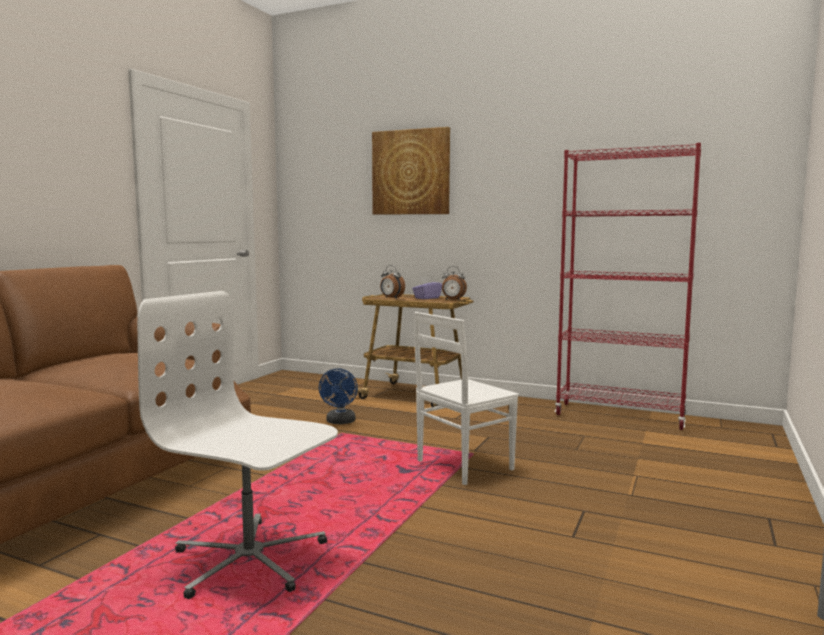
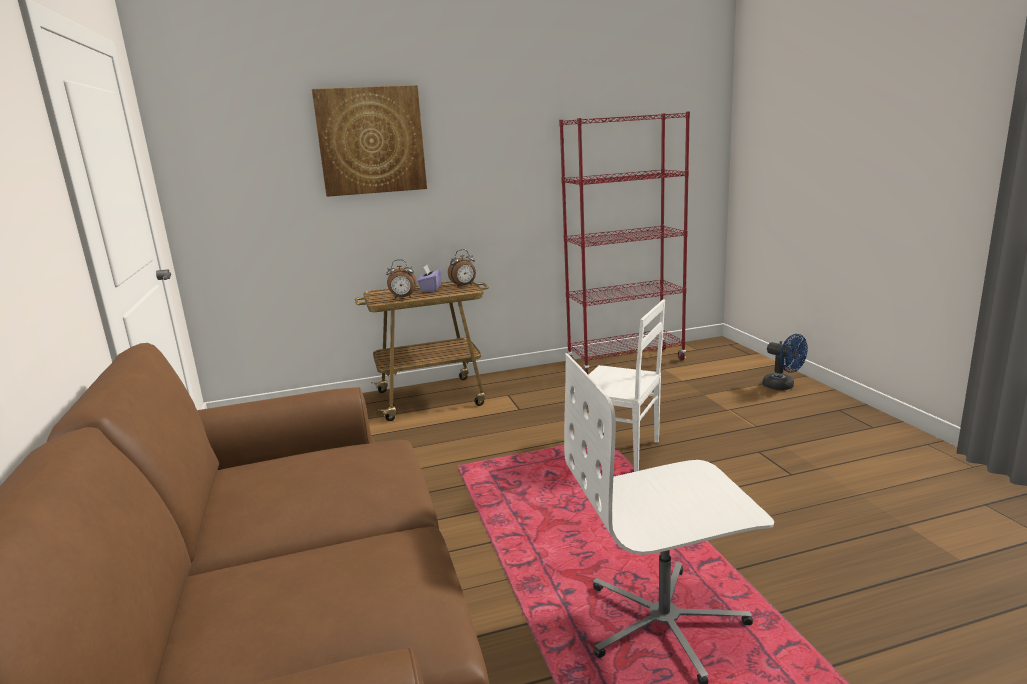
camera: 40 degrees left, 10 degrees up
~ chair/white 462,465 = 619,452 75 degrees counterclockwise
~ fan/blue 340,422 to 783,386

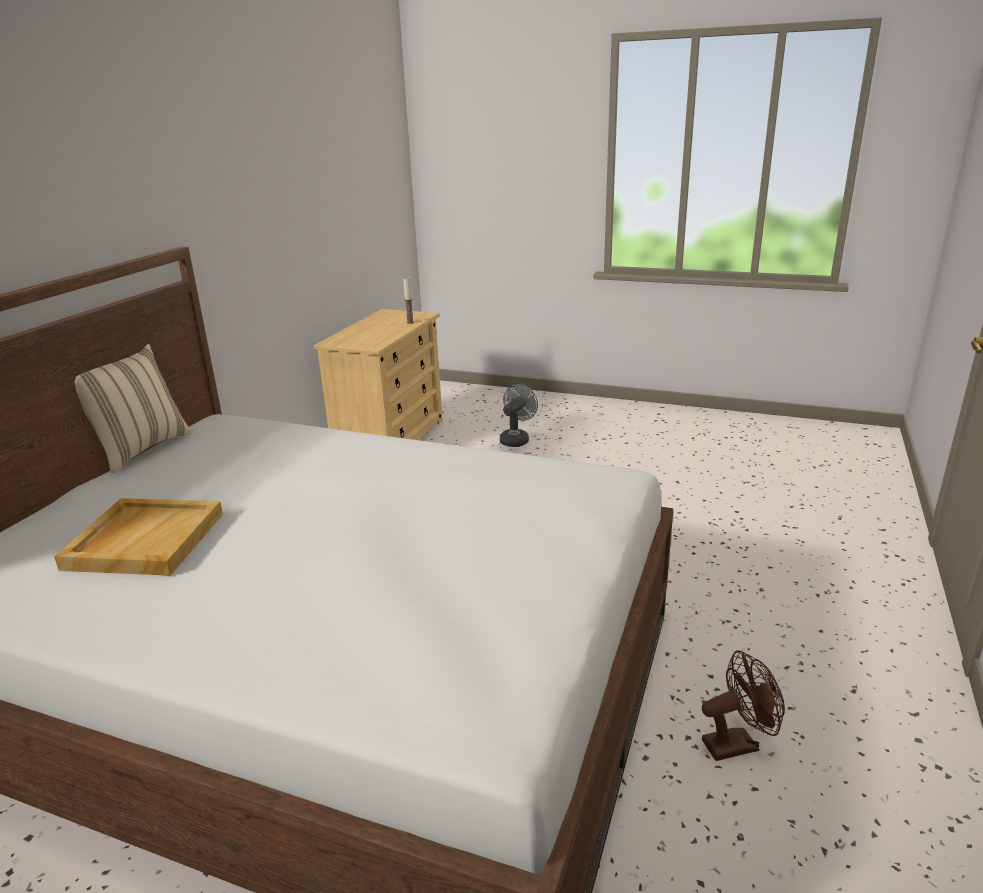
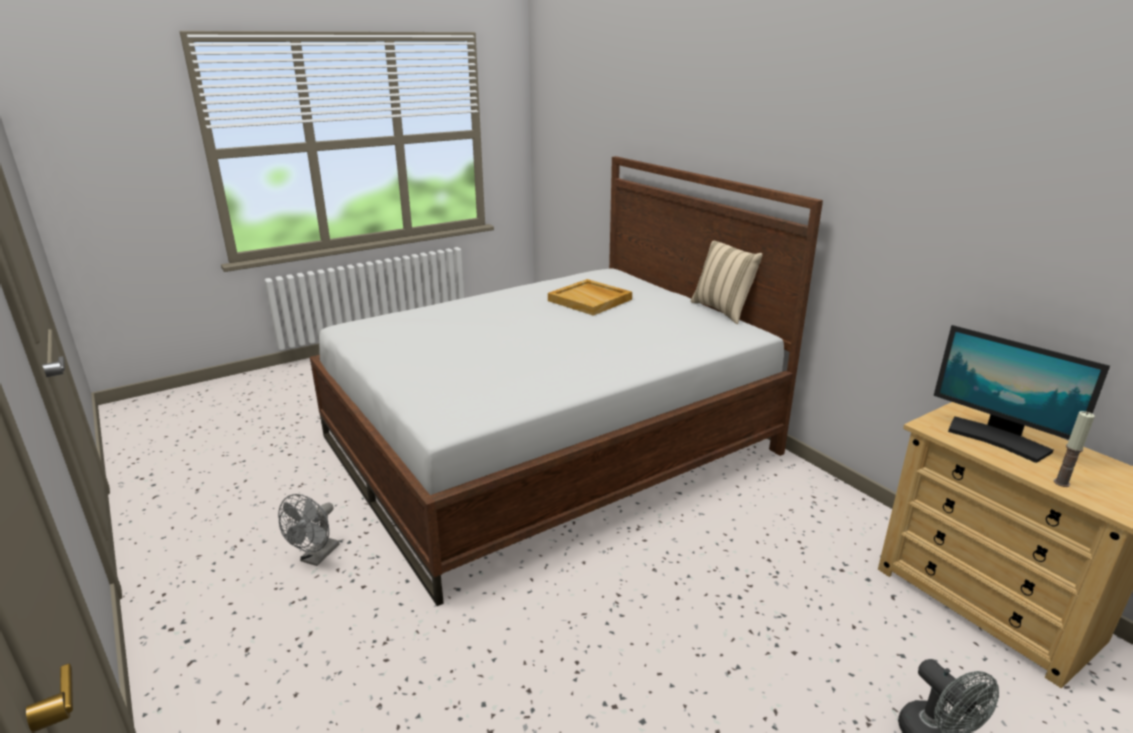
camera: 125 degrees right, 0 degrees up
~ fan/brown 737,743 to fan/grey 316,557
+ monitor 997,439

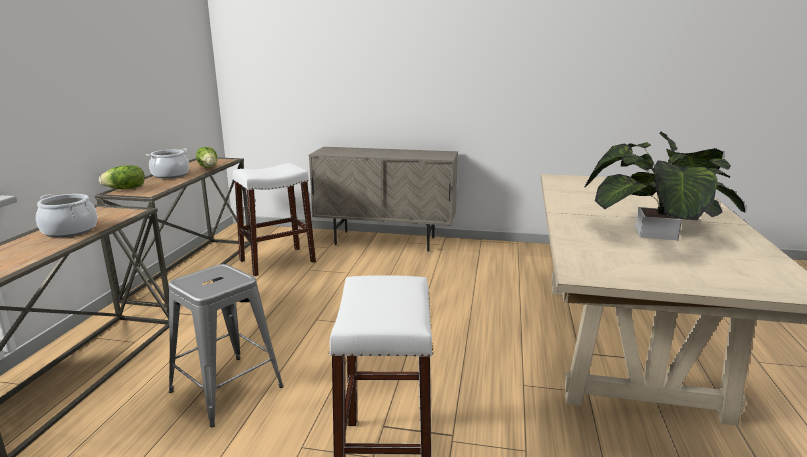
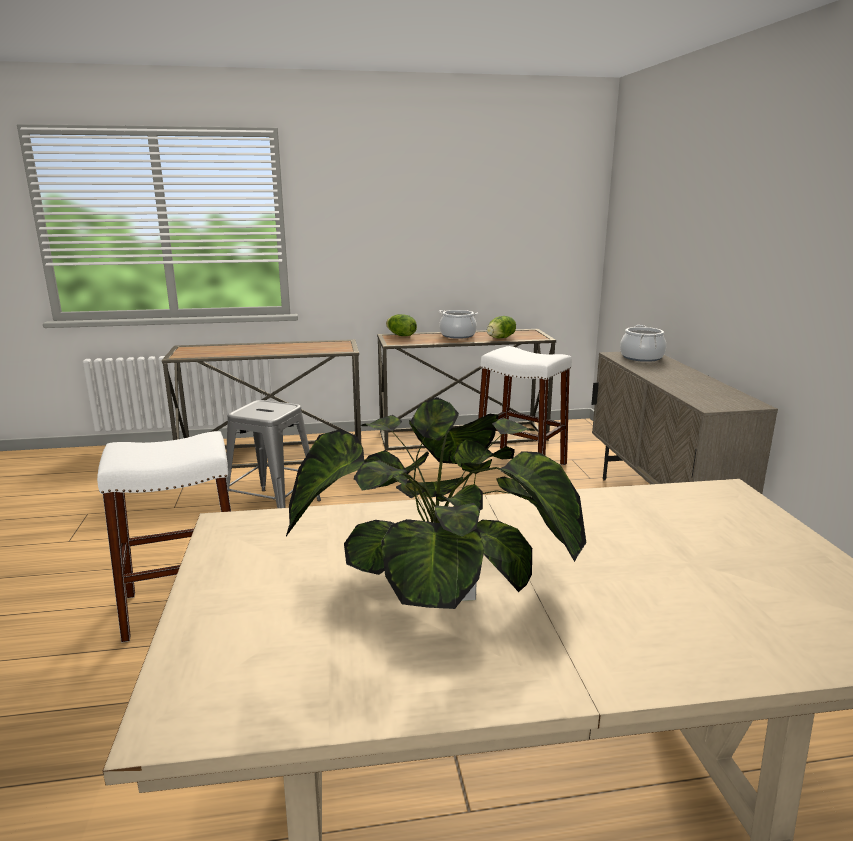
camera: 70 degrees right, 0 degrees up
~ cooking pot 70,230 to 641,357

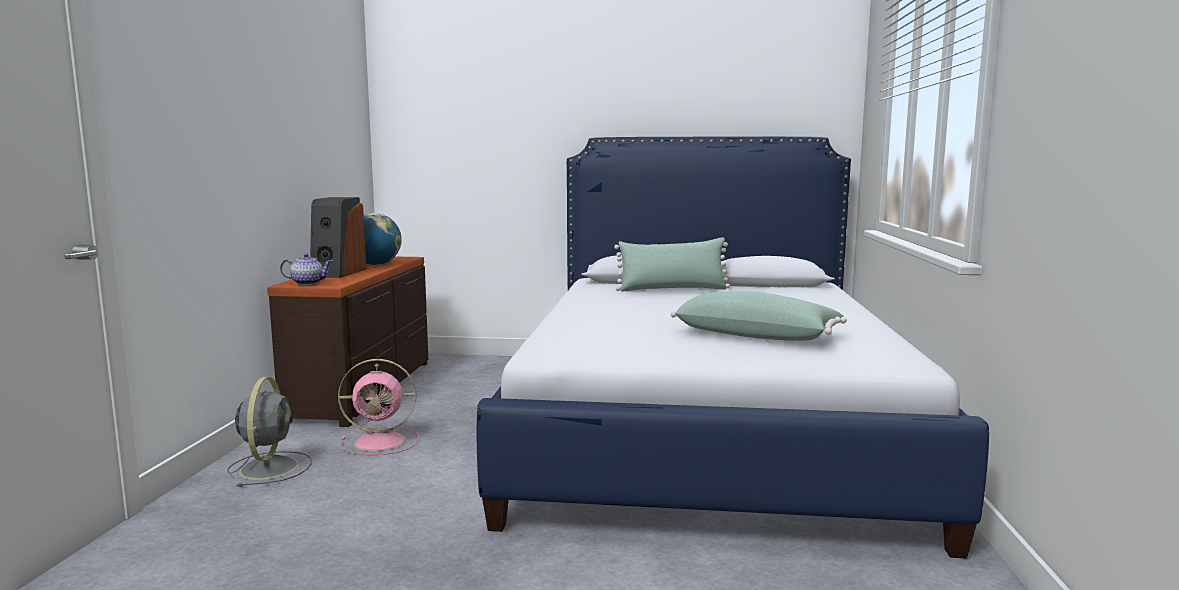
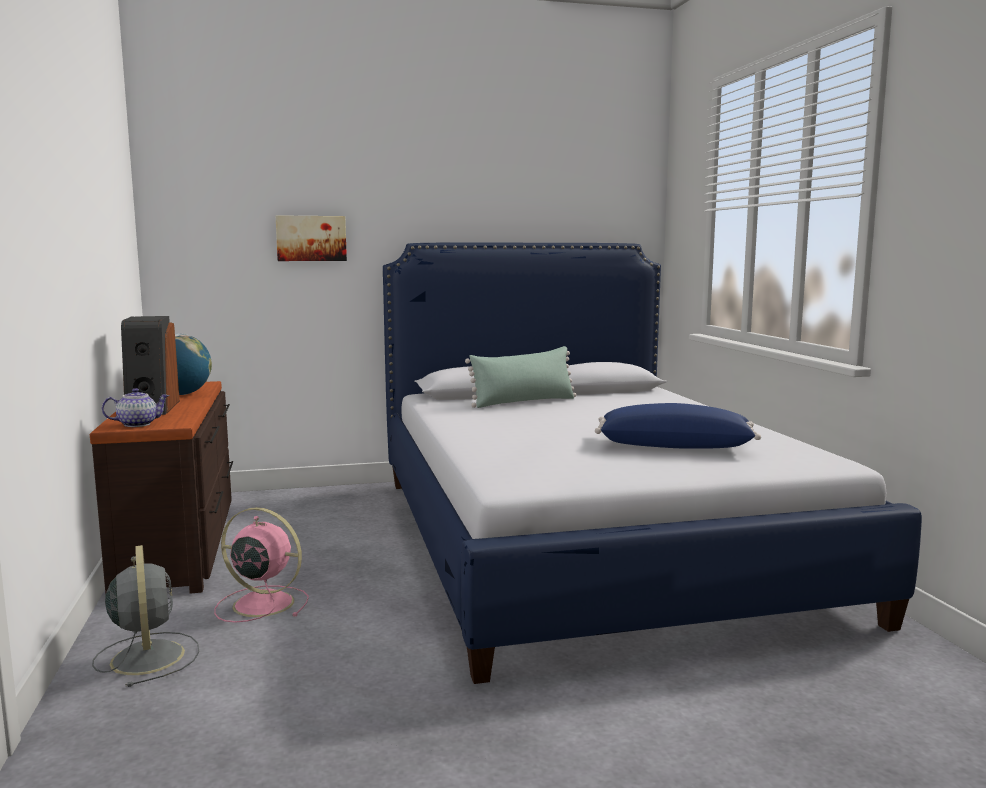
camera: 20 degrees left, 0 degrees up
~ fan/pink 382,441 = 261,604 135 degrees counterclockwise
+ picture 311,238
~ pillow/green 756,336 to pillow/blue 674,446

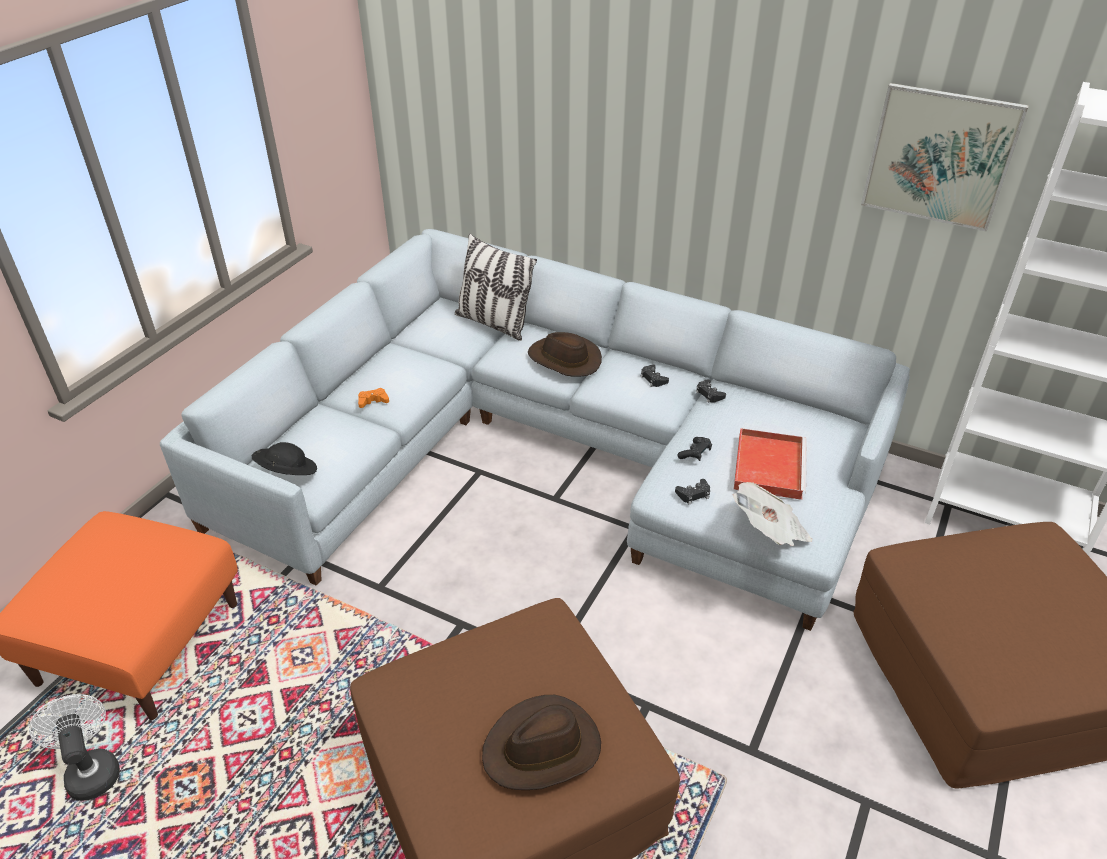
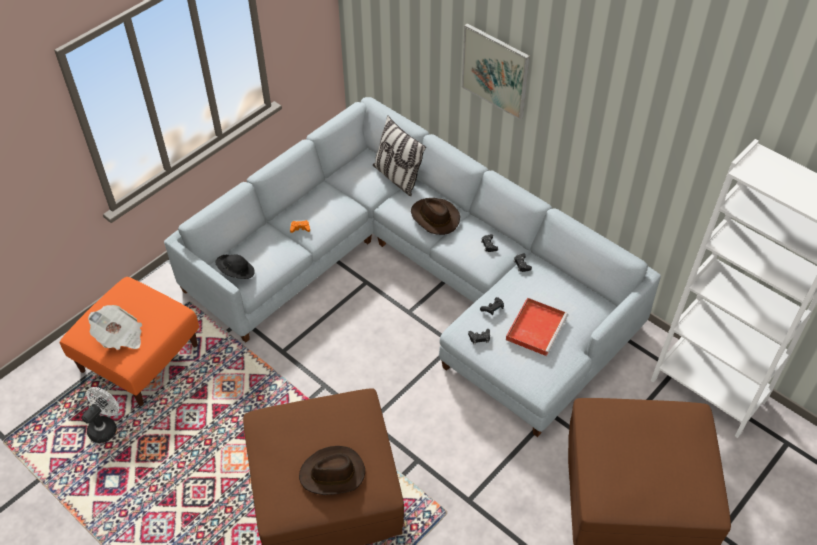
camera: 15 degrees right, 10 degrees up
~ fan/white 91,769 = 105,427 45 degrees clockwise
~ newspaper 769,531 to 120,337
~ picture 939,157 to 495,71

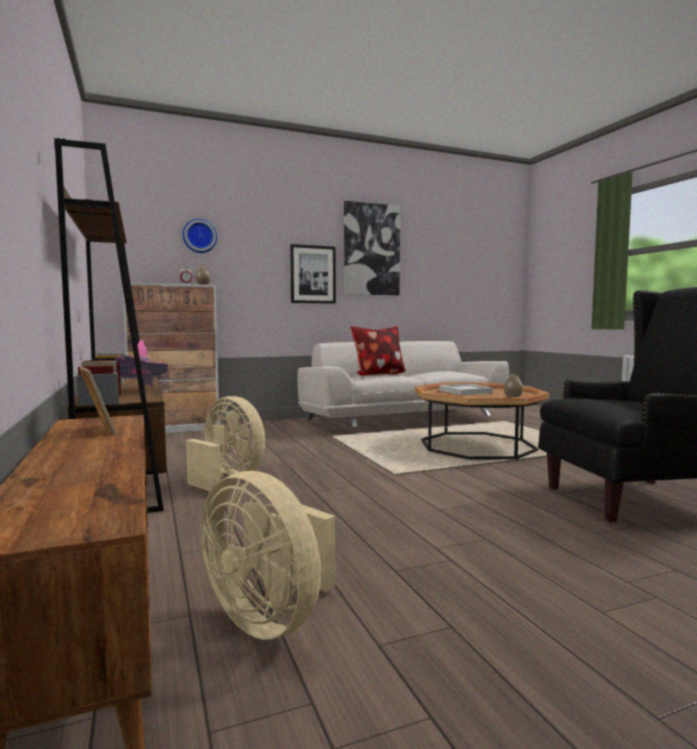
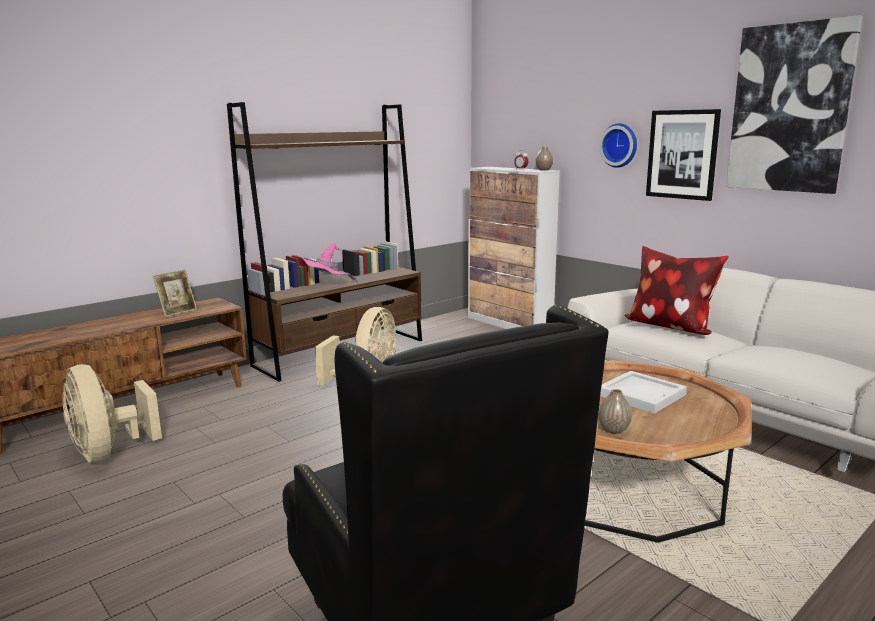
camera: 70 degrees right, 10 degrees up
~ fan/beige 270,618 = 108,453 60 degrees counterclockwise
~ wall clock 199,236 to 620,145

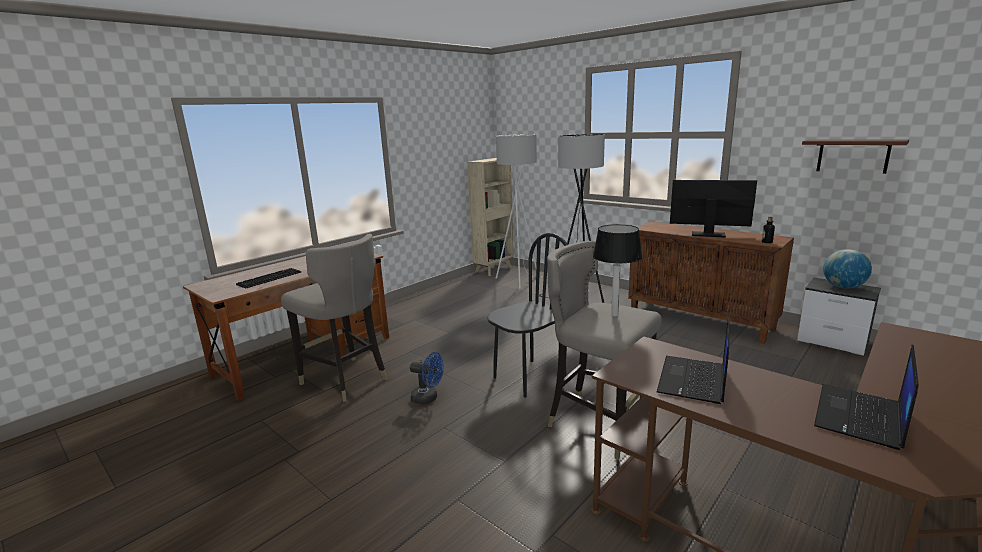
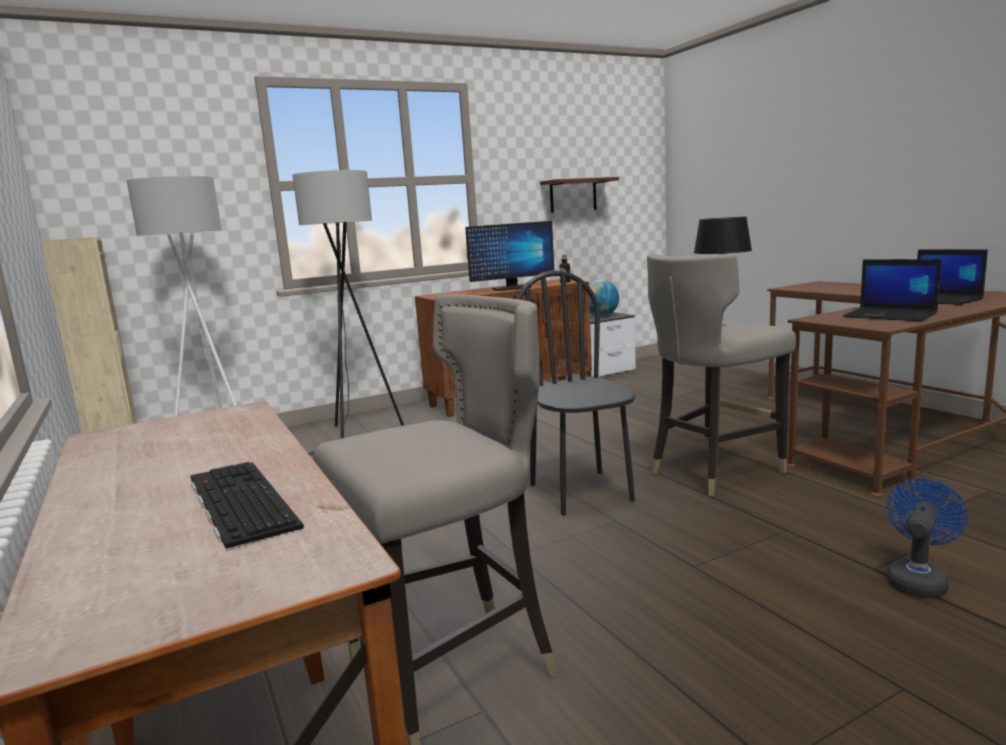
camera: 70 degrees left, 5 degrees down
~ monitor 708,234 = 511,288 150 degrees counterclockwise
~ fan/blue 428,398 to 918,579

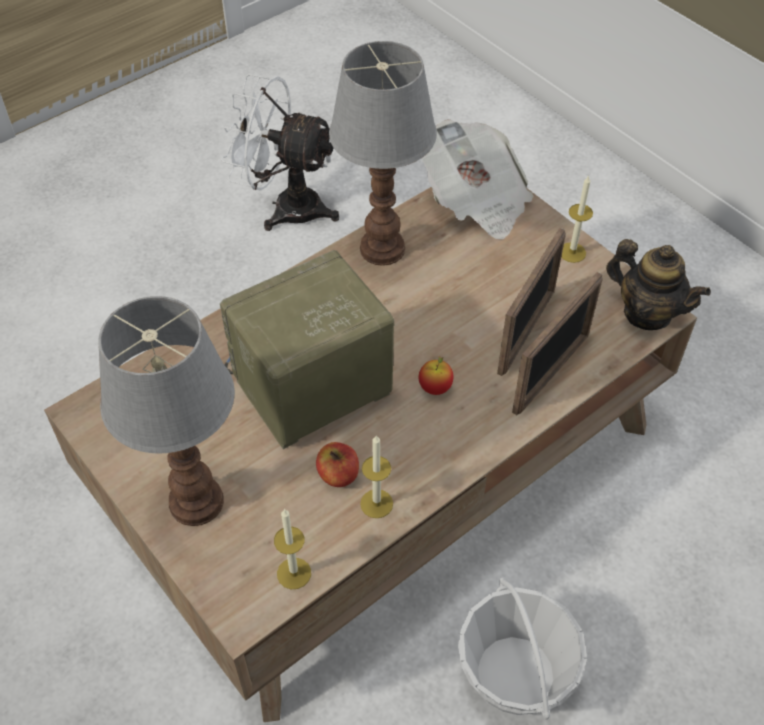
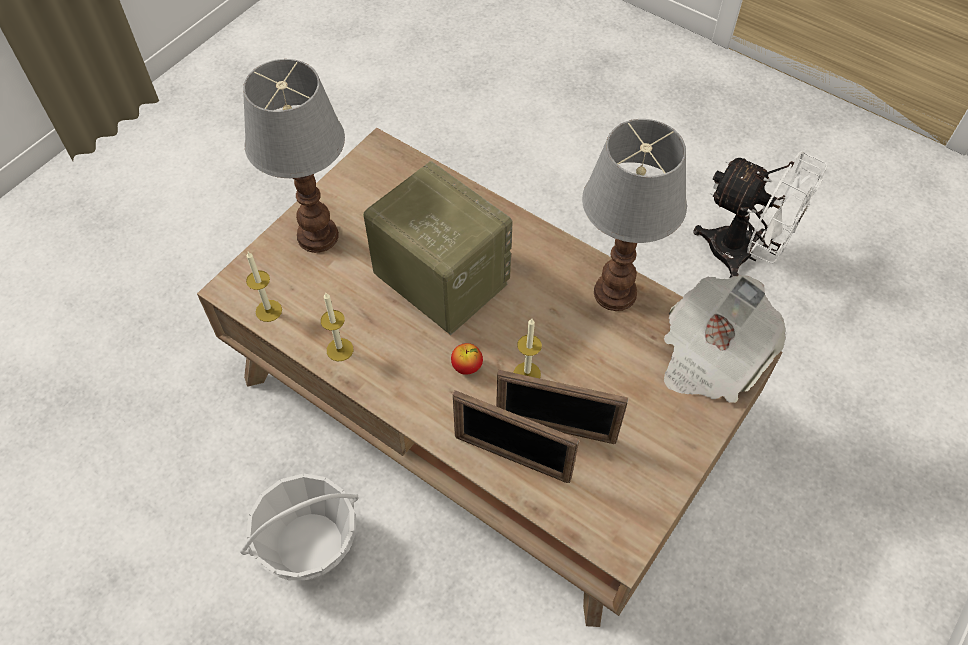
camera: 75 degrees right, 5 degrees up
~ candle 572,252 to 527,374
~ fan/white 286,206 = 742,255 120 degrees clockwise
- apple 338,475
- teapot 647,313

